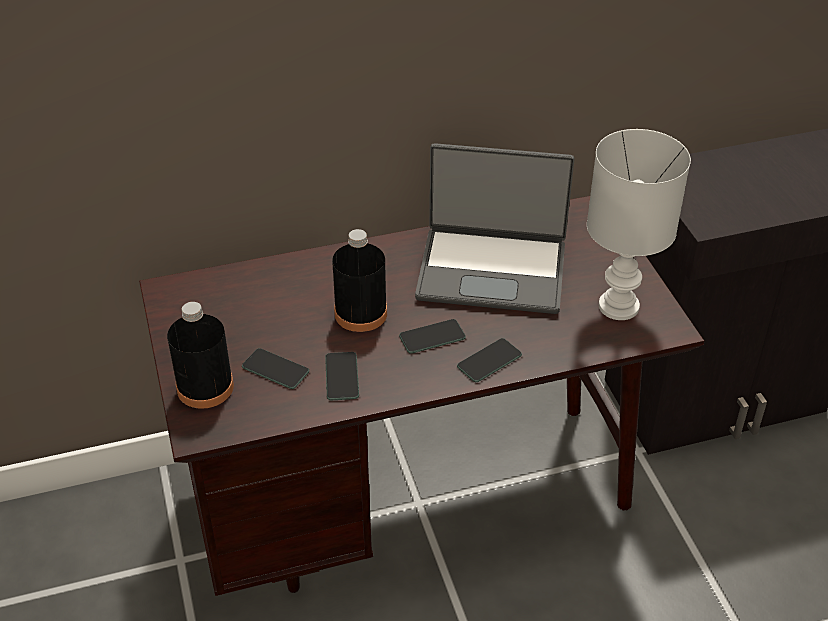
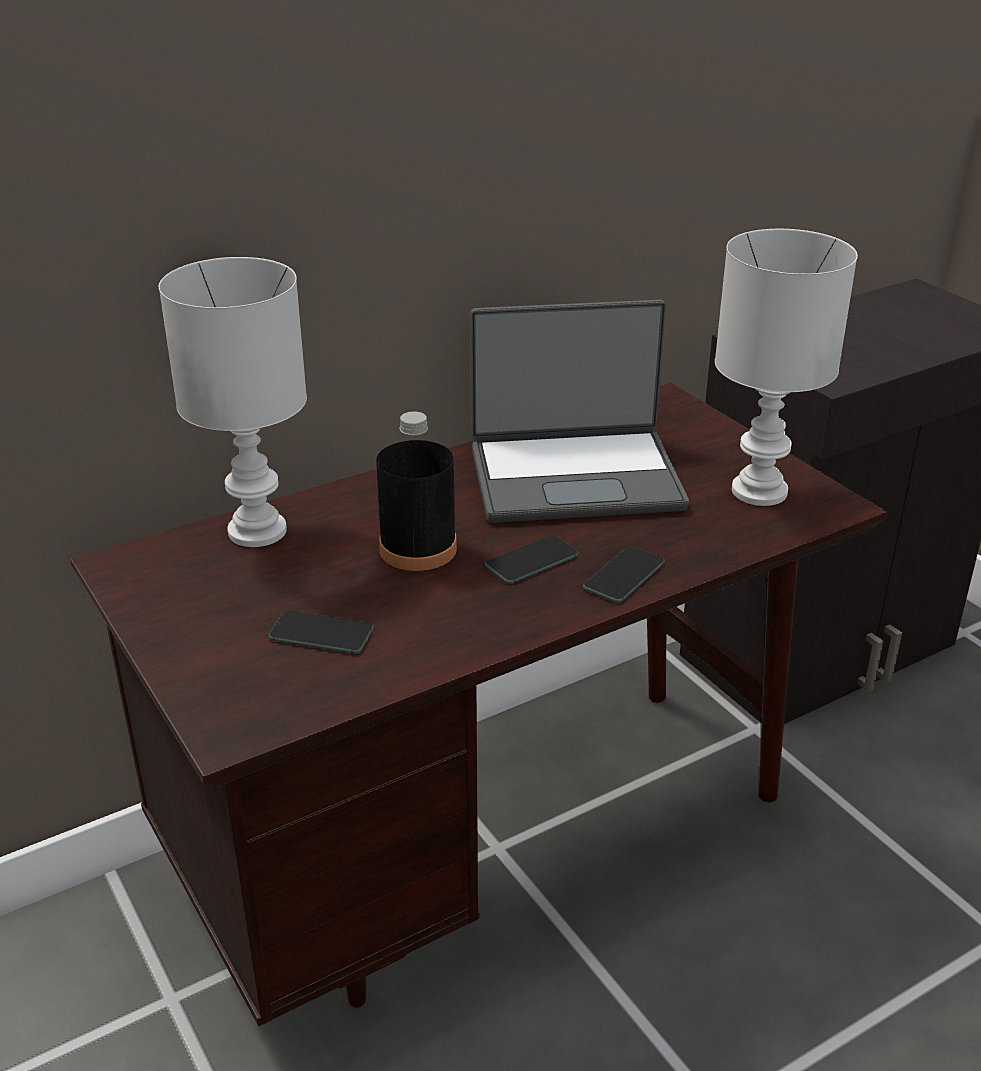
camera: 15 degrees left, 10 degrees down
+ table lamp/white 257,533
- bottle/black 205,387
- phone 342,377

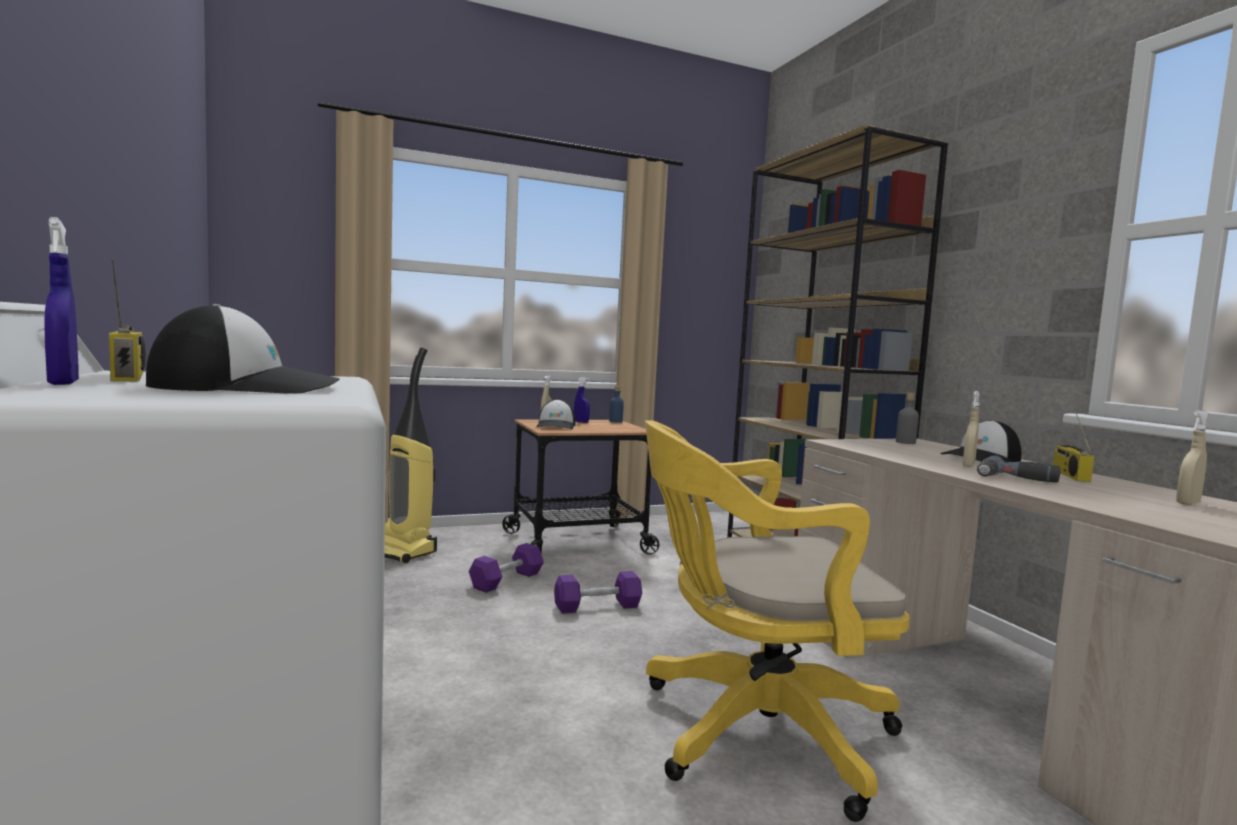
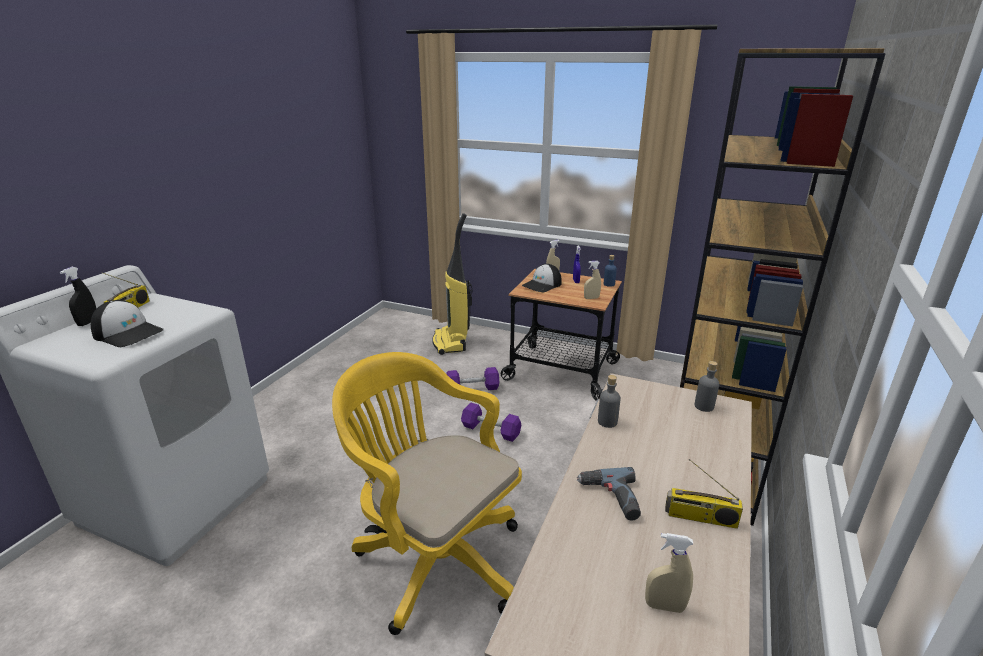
camera: 45 degrees right, 20 degrees up
~ spray bottle/blue 63,383 to spray bottle/black 88,322
~ spray bottle/beige 968,465 to 591,298
+ bottle/grey 607,422
~ radio 1069,475 = 700,518 135 degrees counterclockwise
- cap 981,458

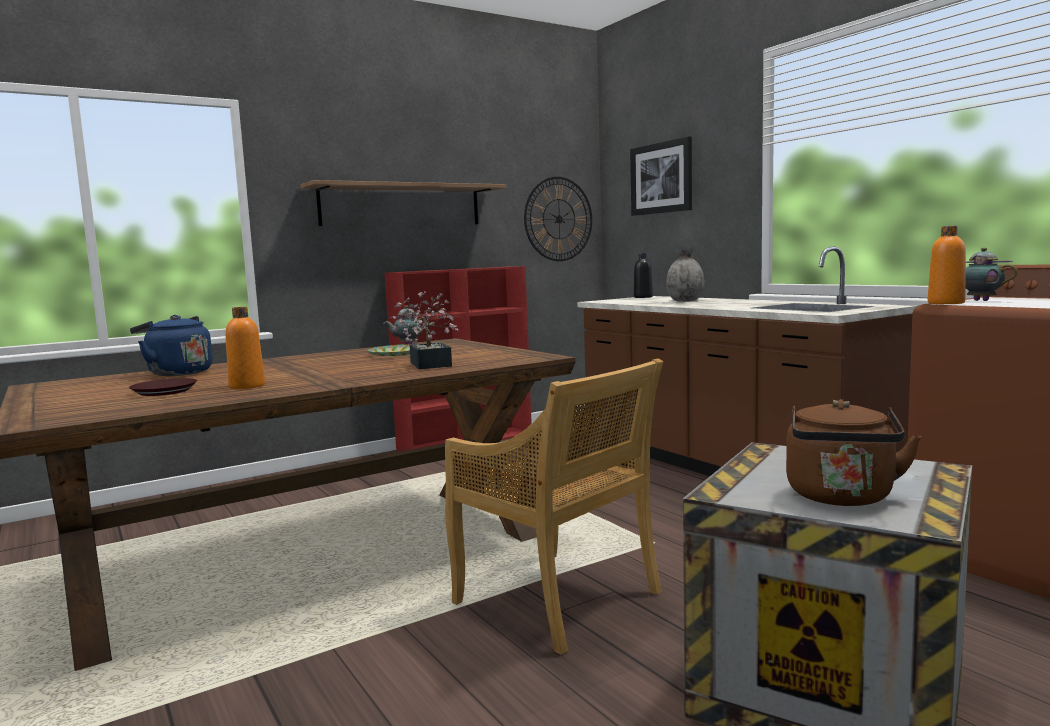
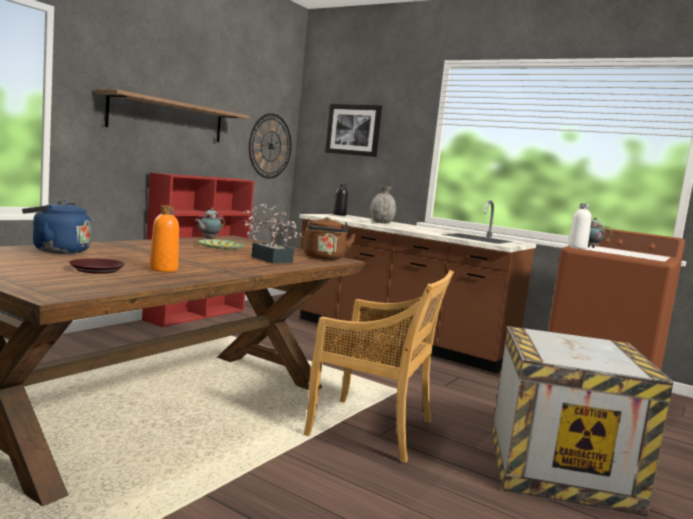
camera: 25 degrees left, 0 degrees up
~ kettle/brown 841,498 to 324,258
~ bottle/orange 946,303 to bottle/white 577,247

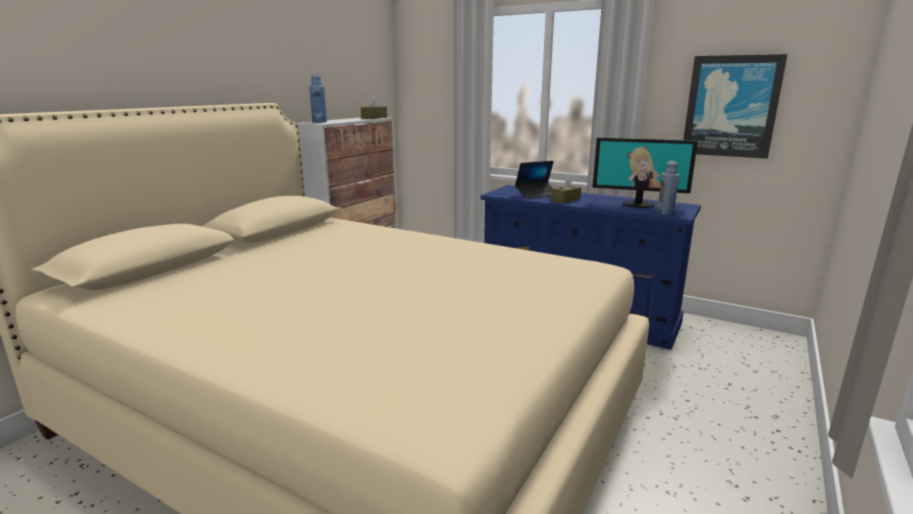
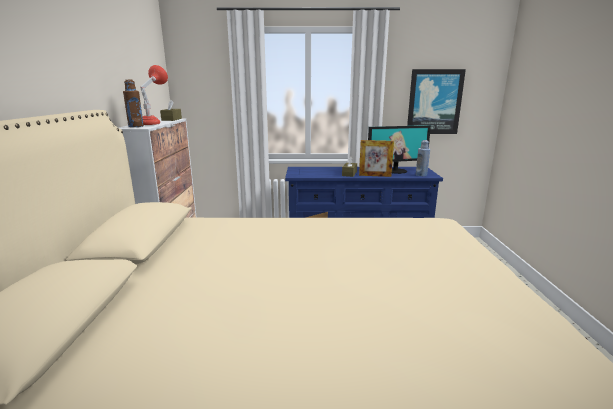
camera: 30 degrees left, 0 degrees up
~ bottle/blue 319,122 to bottle/brown 136,126
+ table lamp/red 154,123
+ picture frame 375,175
- laptop 537,195

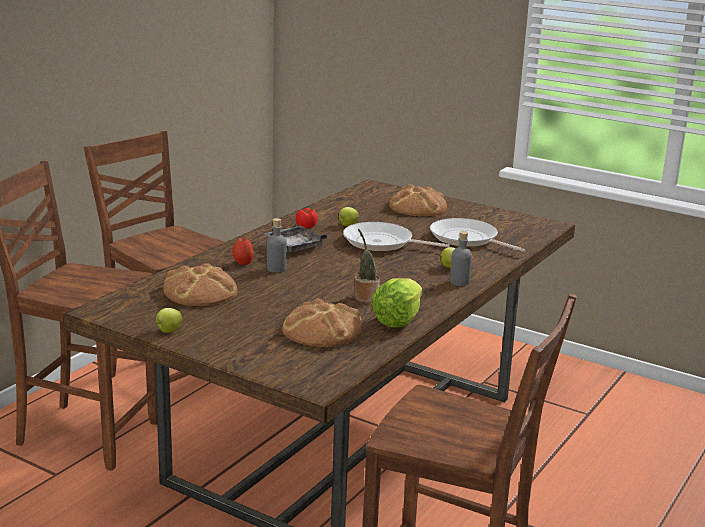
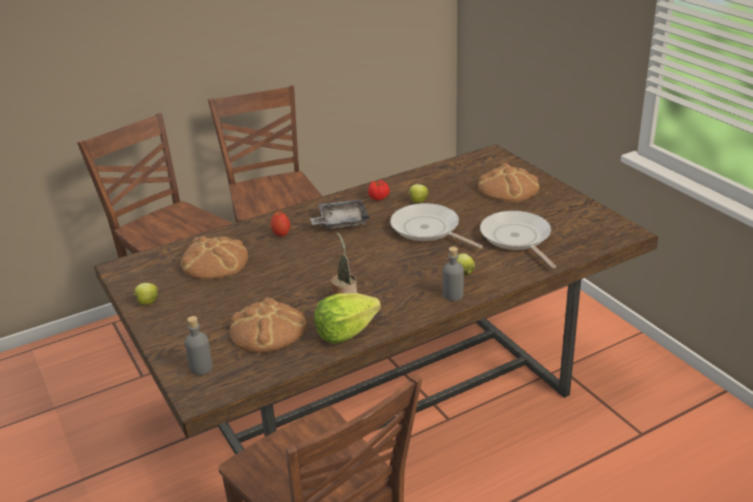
camera: 30 degrees right, 10 degrees up
~ bottle/grey 276,269 to 201,367

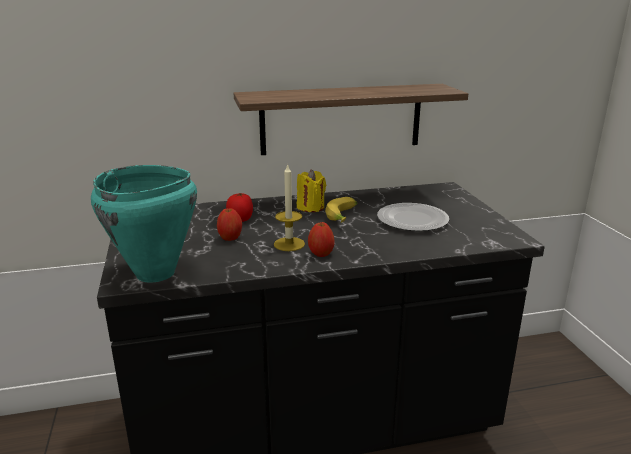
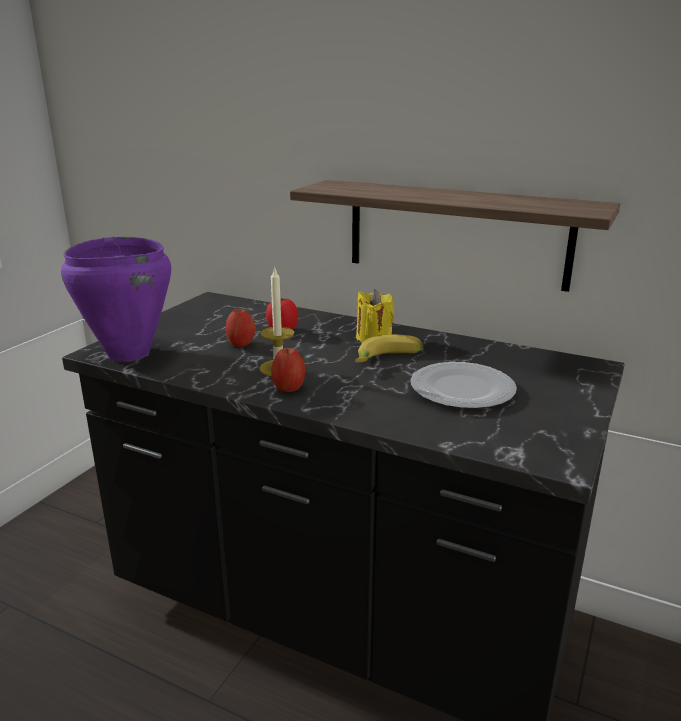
camera: 40 degrees right, 0 degrees up
~ cooking pot/turquoise 155,274 to cooking pot/purple 128,354

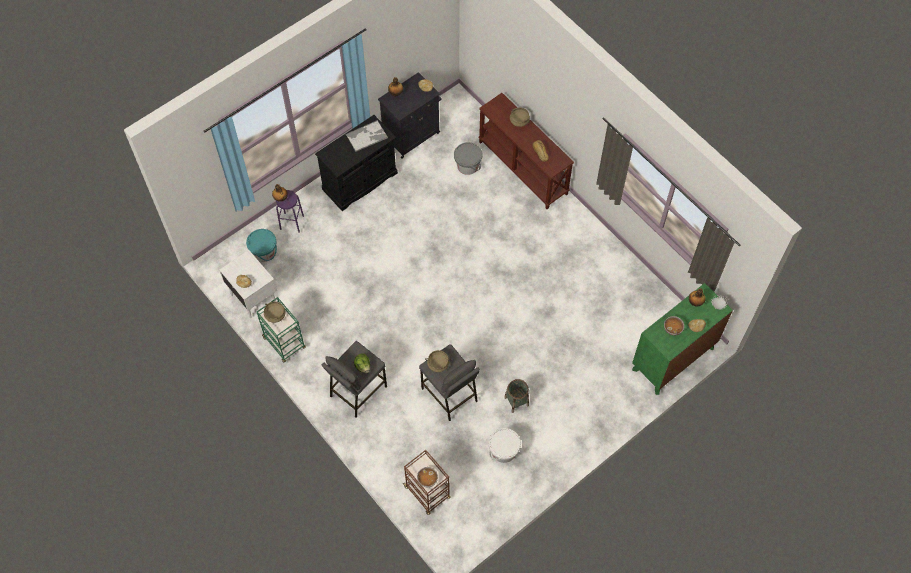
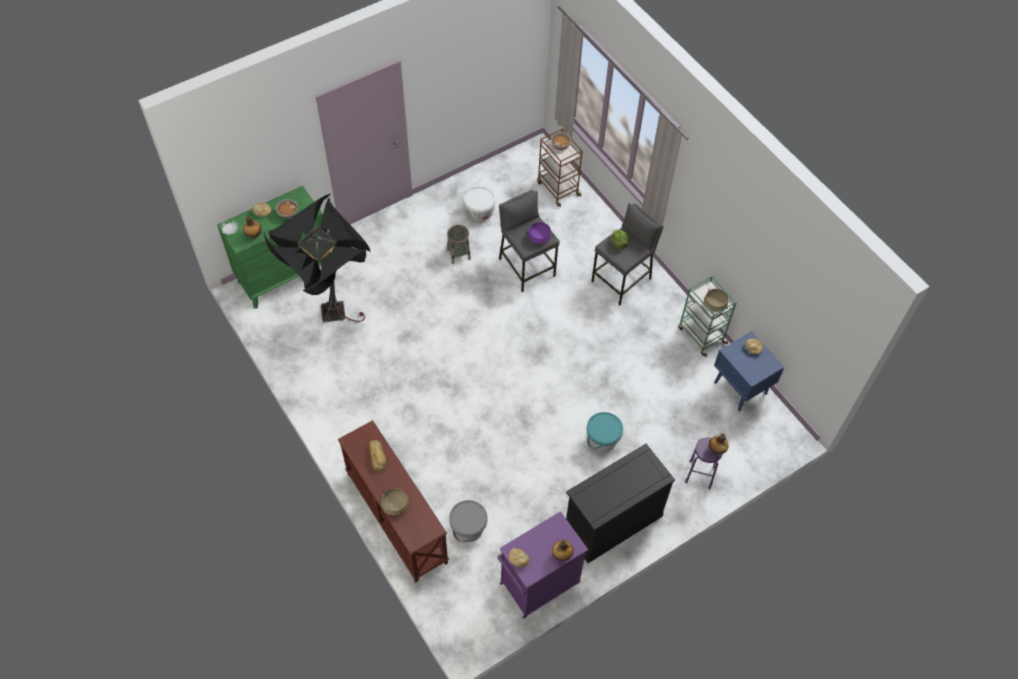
camera: 175 degrees left, 5 degrees down
+ floor lamp/black 333,318
~ cabinet/black 412,135 to cabinet/purple 538,584
~ cooking pot/beige 438,364 to cooking pot/purple 539,238
~ bucket/turquoise 264,252 to 602,440
~ nightstand/white 253,297 to nightstand/blue 740,389
- tray 367,136

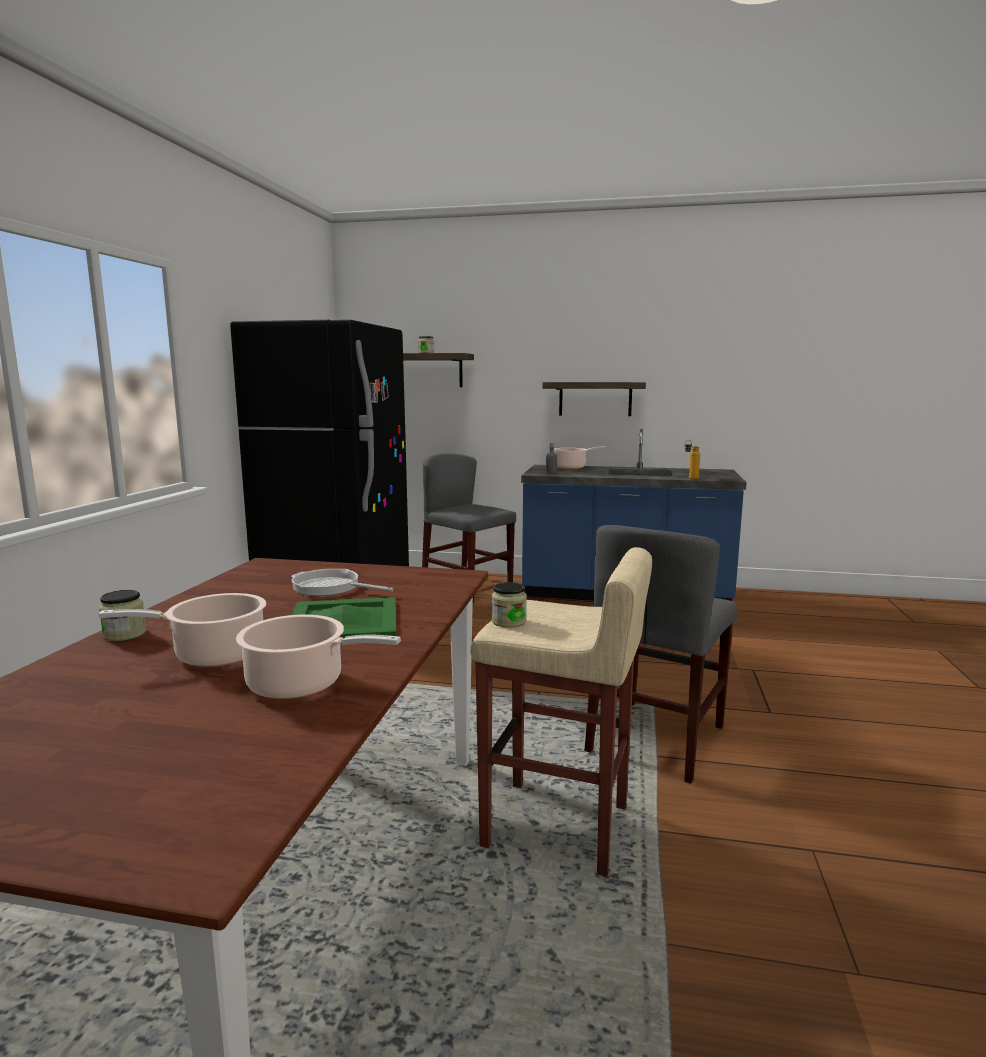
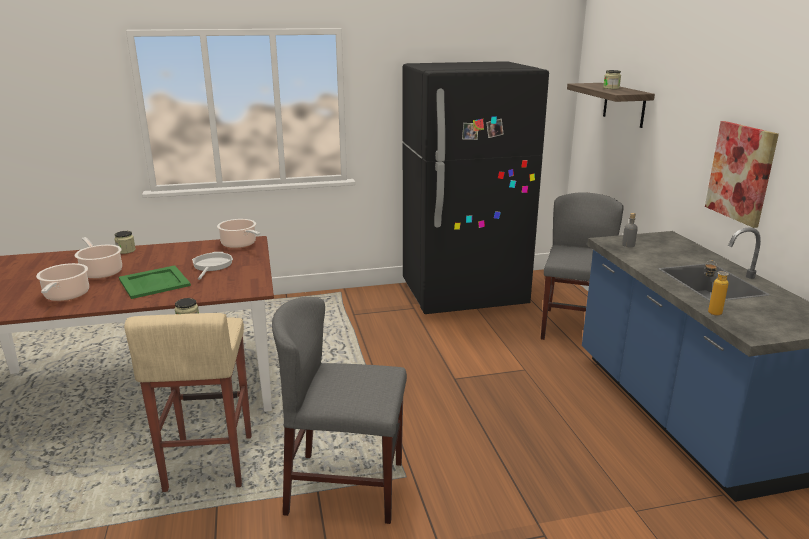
camera: 65 degrees right, 10 degrees up
~ cooking pot 571,467 to 240,244
~ shelf 595,399 to picture 741,172

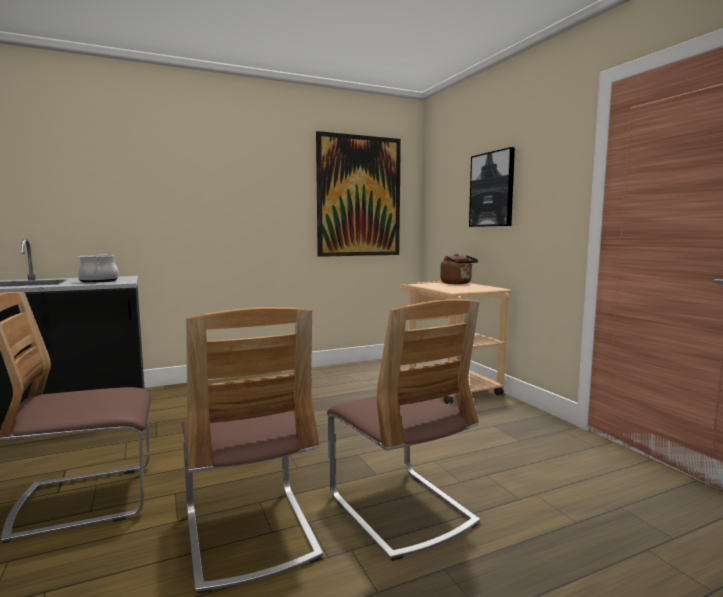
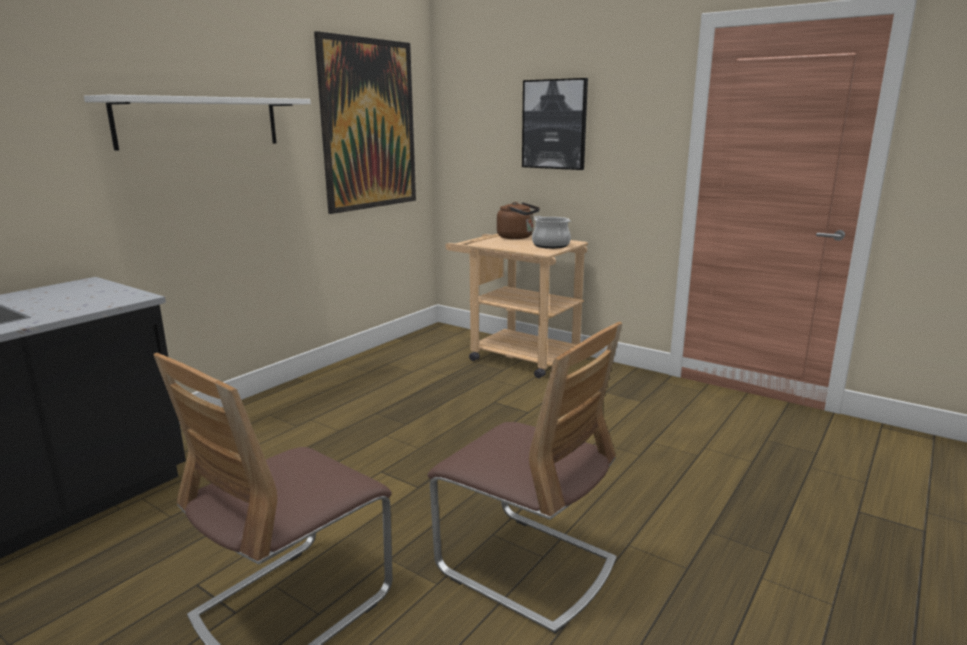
camera: 30 degrees left, 10 degrees up
+ shelf/white 200,122
~ cooking pot 99,281 to 551,245
- chair 400,509

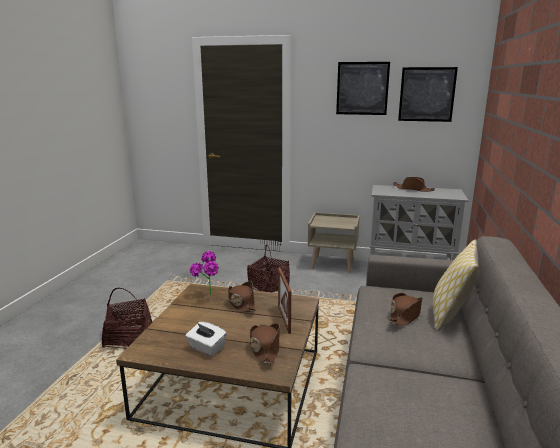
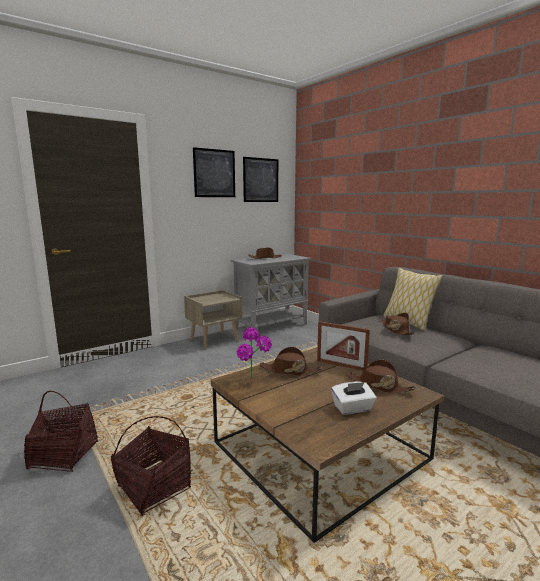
camera: 50 degrees left, 5 degrees down
~ basket 268,287 to 64,455

